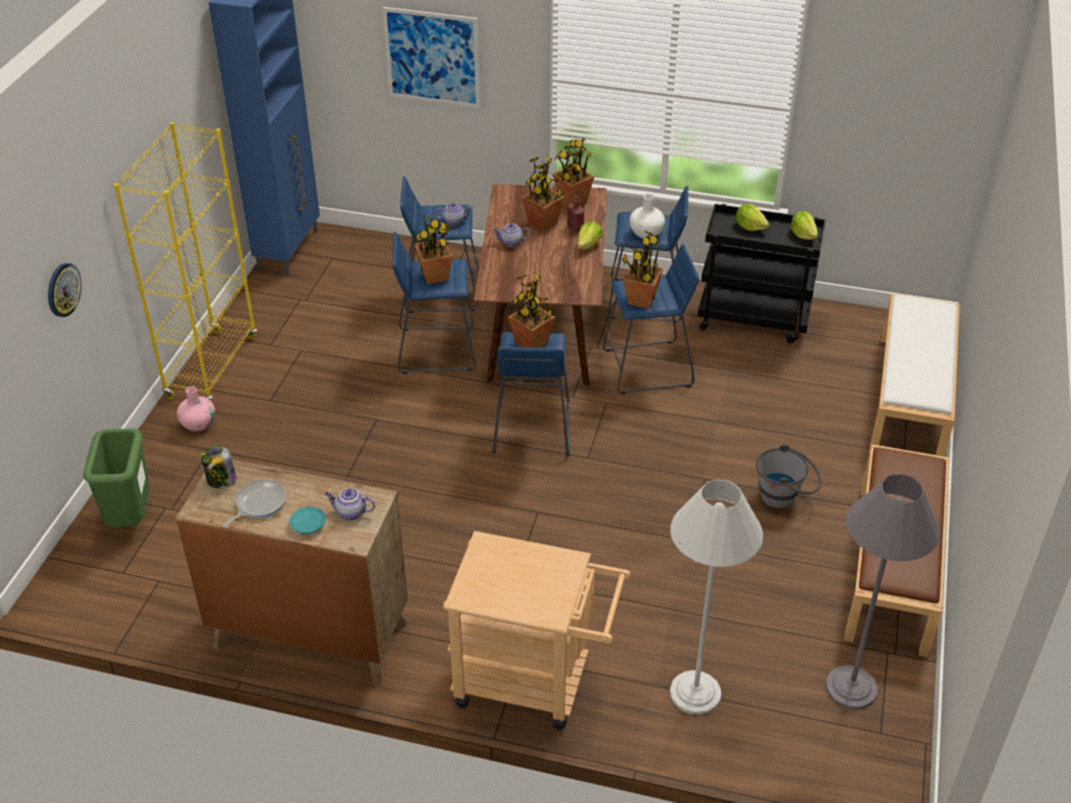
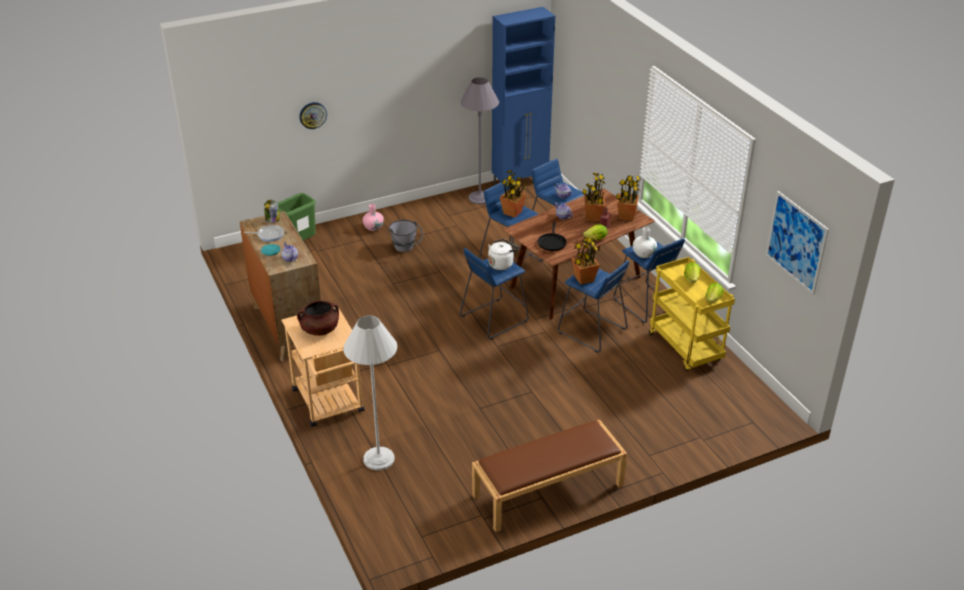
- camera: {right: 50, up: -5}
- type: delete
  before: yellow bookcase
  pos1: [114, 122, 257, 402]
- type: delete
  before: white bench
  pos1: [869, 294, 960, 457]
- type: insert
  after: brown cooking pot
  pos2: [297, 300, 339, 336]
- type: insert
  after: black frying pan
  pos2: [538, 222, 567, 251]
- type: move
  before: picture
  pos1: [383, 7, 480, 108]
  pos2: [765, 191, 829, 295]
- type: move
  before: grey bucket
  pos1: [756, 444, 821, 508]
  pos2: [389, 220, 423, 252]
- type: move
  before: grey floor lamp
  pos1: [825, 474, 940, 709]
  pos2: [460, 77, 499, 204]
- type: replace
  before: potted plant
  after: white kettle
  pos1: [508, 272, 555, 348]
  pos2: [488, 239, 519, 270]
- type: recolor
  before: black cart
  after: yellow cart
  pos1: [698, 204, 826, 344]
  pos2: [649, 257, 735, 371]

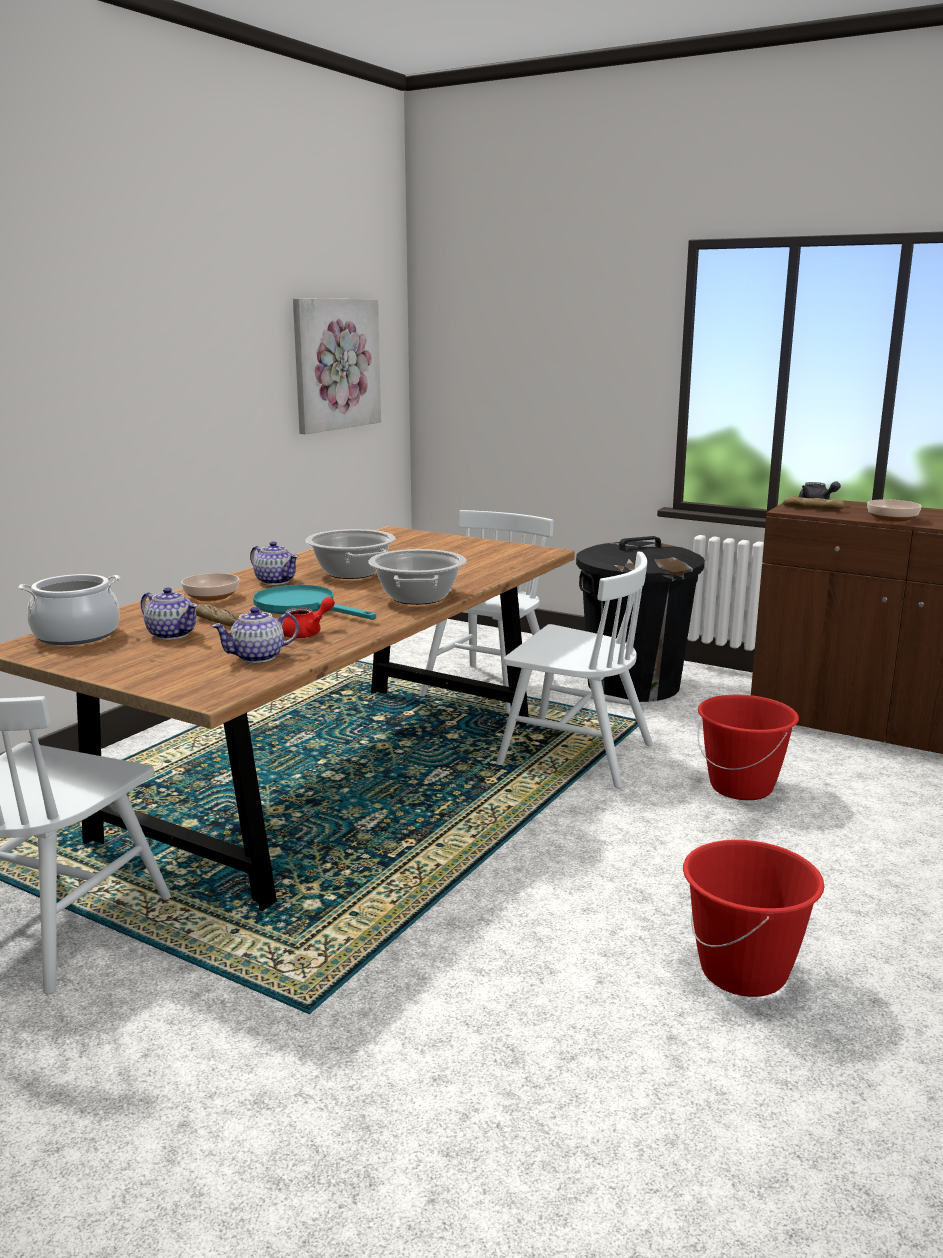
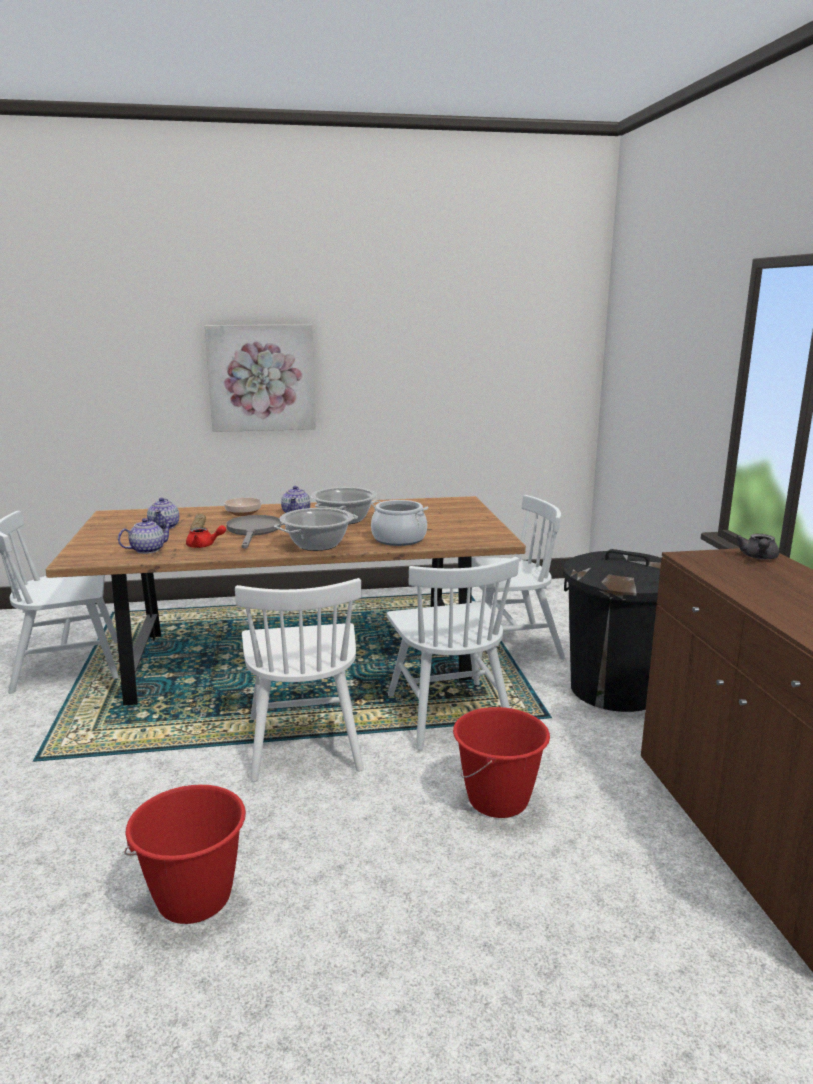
- camera: {right: 50, up: 0}
- type: delete
  before: bread
  pos1: [783, 496, 845, 509]
- type: delete
  before: bowl
  pos1: [867, 499, 922, 523]
- type: insert
  after: white chair
  pos2: [235, 578, 364, 782]
- type: move
  before: cooking pot
  pos1: [18, 574, 120, 645]
  pos2: [370, 500, 428, 546]
- type: move
  before: picture
  pos1: [293, 298, 381, 434]
  pos2: [205, 325, 316, 432]
- type: recolor
  before: turquoise frying pan
  after: grey frying pan
  pos1: [253, 585, 376, 620]
  pos2: [226, 515, 282, 549]
- type: rotate
  before: teapot
  pos1: [211, 607, 299, 663]
  pos2: [118, 518, 172, 554]
  turn: 120

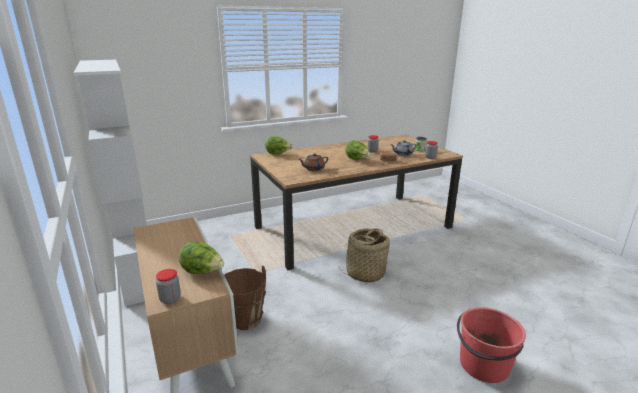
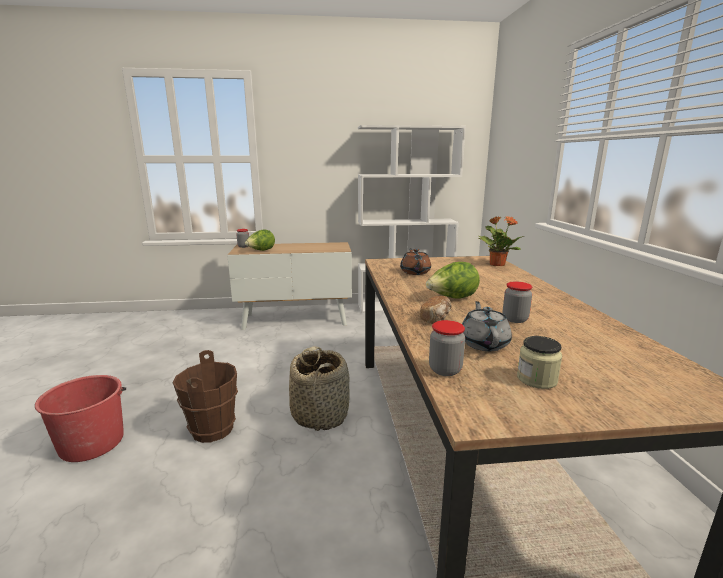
- camera: {right: 110, up: -5}
- type: move
  before: brown bucket
  pos1: [224, 266, 266, 330]
  pos2: [173, 350, 238, 443]
- type: replace
  before: lettuce
  after: potted plant
  pos1: [266, 136, 293, 155]
  pos2: [478, 216, 524, 266]

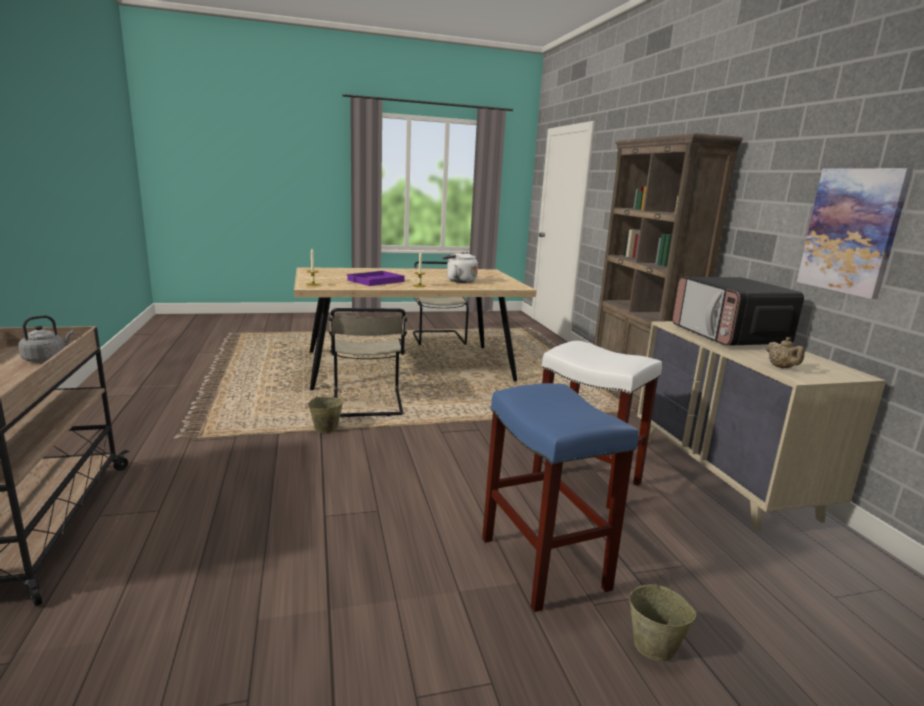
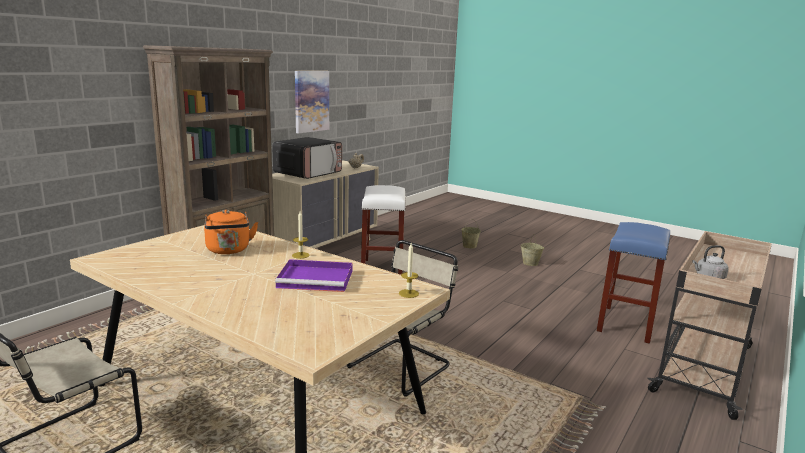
- camera: {right: -130, up: 0}
- type: move
  before: beige bucket
  pos1: [308, 384, 343, 433]
  pos2: [521, 234, 544, 266]
- type: move
  before: blue stool
  pos1: [482, 383, 638, 612]
  pos2: [597, 222, 670, 344]
- type: recolor
  before: white kettle
  after: orange kettle
  pos1: [442, 251, 478, 283]
  pos2: [204, 210, 258, 254]

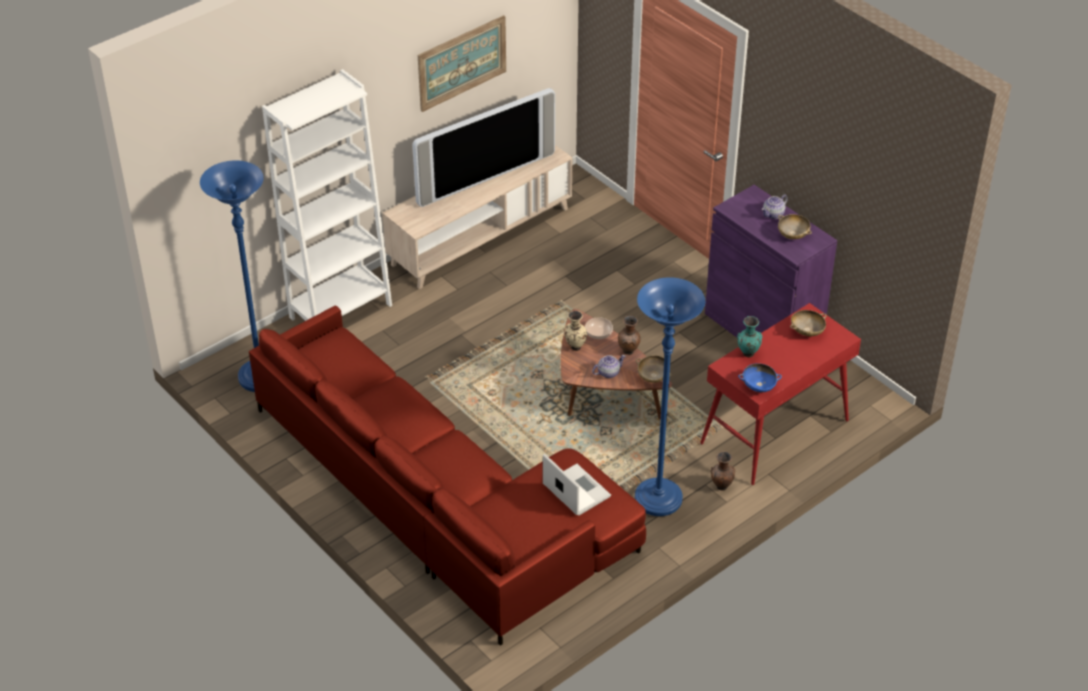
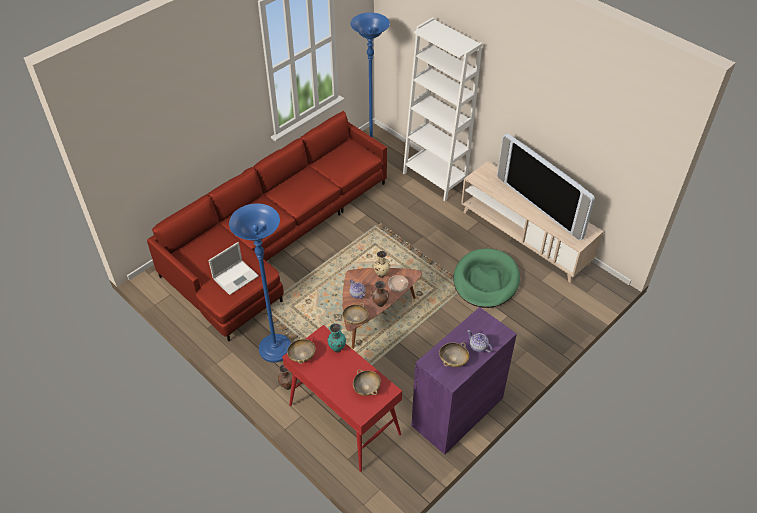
- camera: {right: 85, up: 5}
- type: delete
  before: picture
  pos1: [418, 15, 506, 112]
- type: insert
  after: green dog bed
  pos2: [454, 248, 520, 308]
- type: recolor
  before: blue bowl
  after: beige bowl
  pos1: [738, 363, 782, 392]
  pos2: [287, 336, 316, 364]

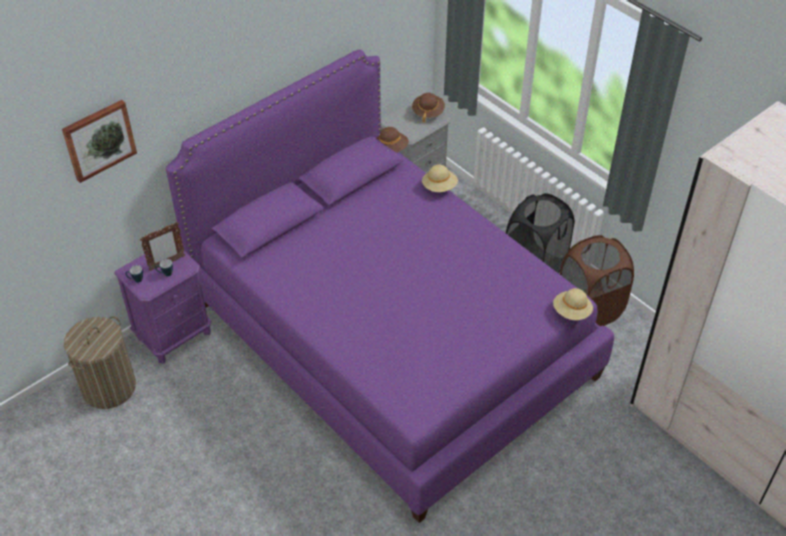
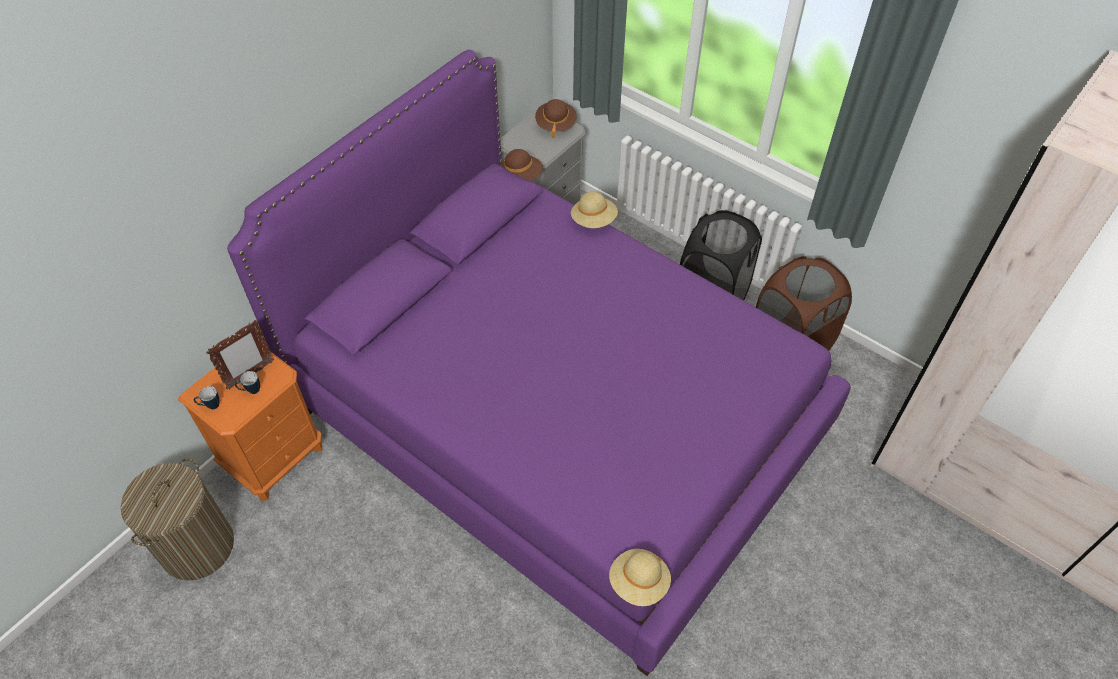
- camera: {right: -10, up: 5}
- type: delete
  before: picture
  pos1: [62, 100, 137, 183]
- type: move
  before: beige hat
  pos1: [553, 288, 593, 320]
  pos2: [609, 549, 671, 606]
- type: recolor
  before: purple nightstand
  after: orange nightstand
  pos1: [114, 245, 211, 363]
  pos2: [178, 348, 322, 501]

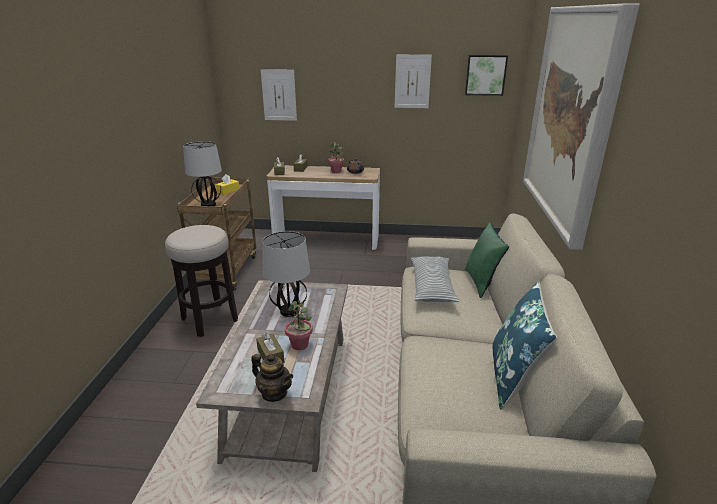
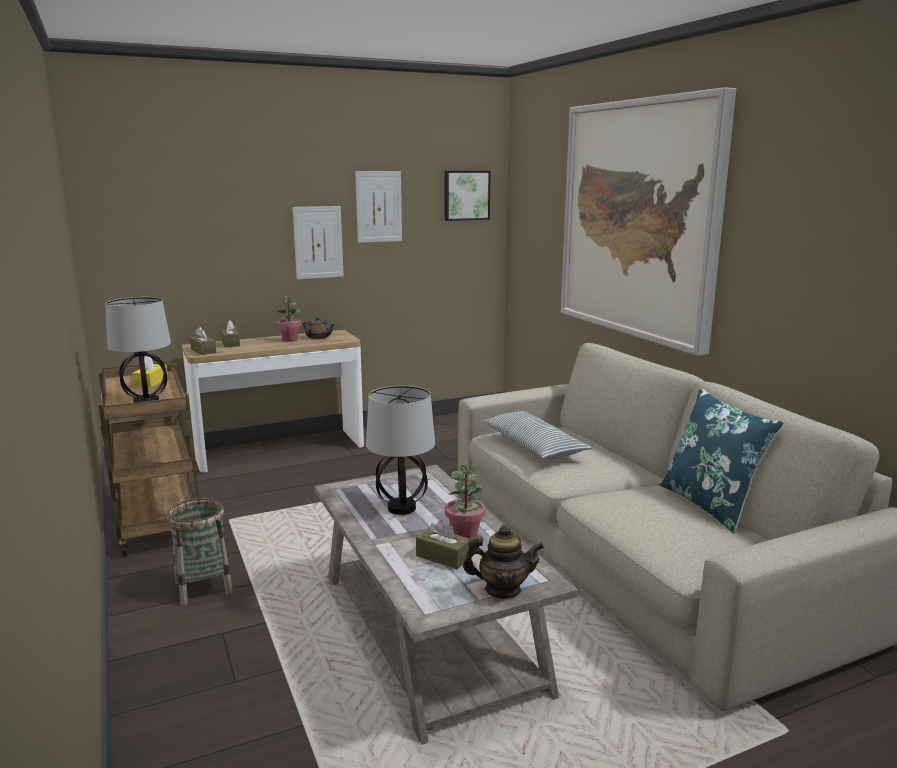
- camera: {right: -30, up: -10}
- type: delete
  before: green pillow
  pos1: [465, 223, 509, 298]
- type: move
  before: picture
  pos1: [261, 69, 297, 121]
  pos2: [292, 206, 344, 279]
- type: replace
  before: stool
  after: basket
  pos1: [165, 225, 238, 337]
  pos2: [167, 498, 233, 605]

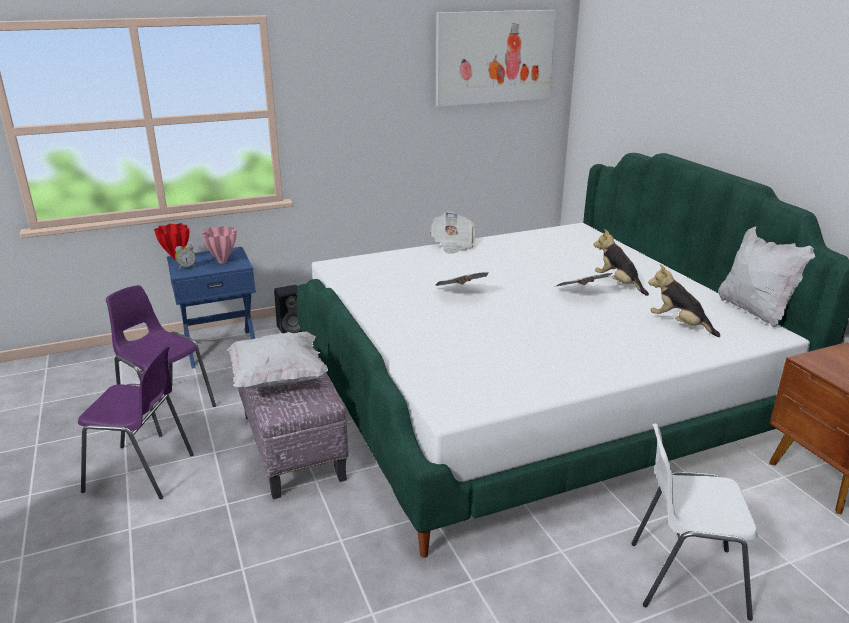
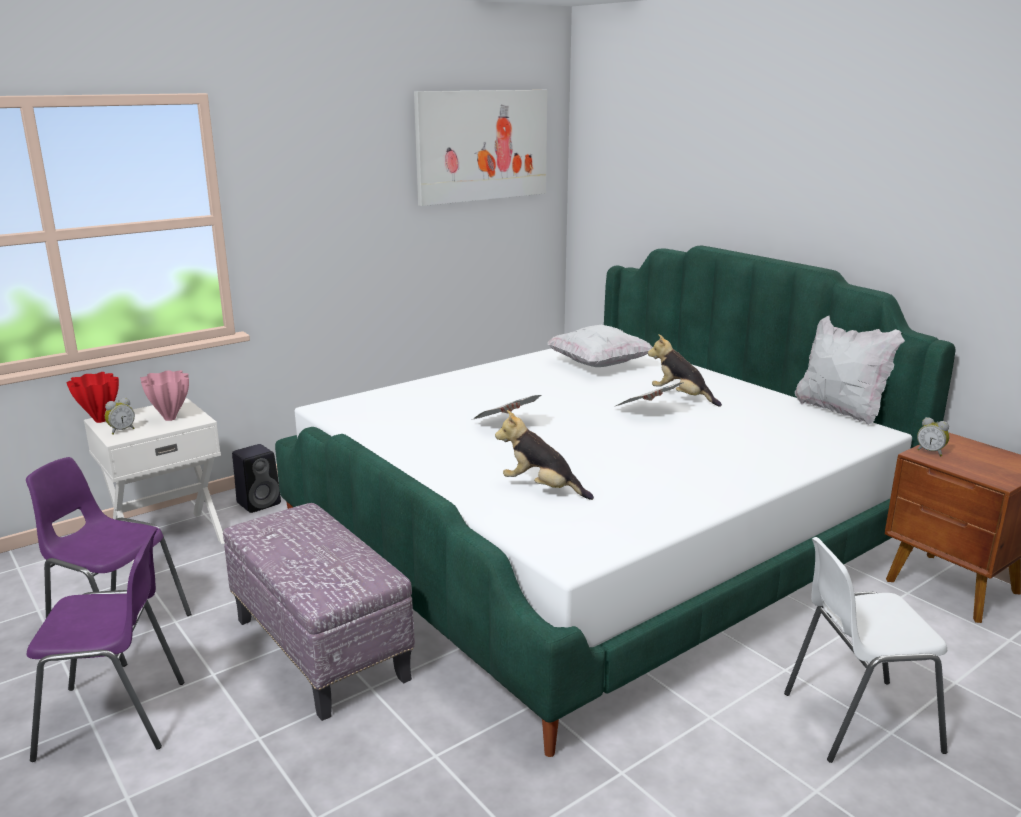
- camera: {right: -15, up: -5}
- type: delete
  before: newspaper
  pos1: [430, 212, 475, 254]
- type: insert
  after: alarm clock
  pos2: [917, 417, 950, 456]
- type: move
  before: white pillow
  pos1: [227, 332, 328, 389]
  pos2: [548, 325, 653, 367]
- type: move
  before: plush toy
  pos1: [648, 264, 720, 337]
  pos2: [495, 410, 594, 500]
- type: recolor
  before: blue nightstand
  after: white nightstand
  pos1: [167, 247, 256, 368]
  pos2: [84, 398, 225, 565]

